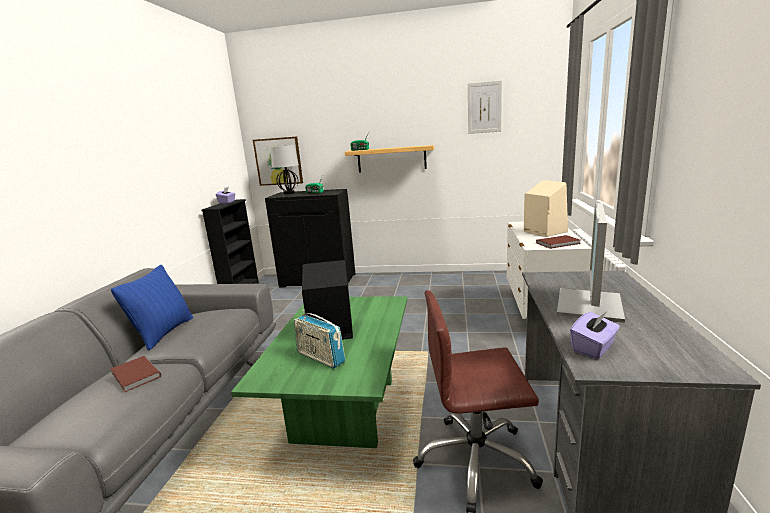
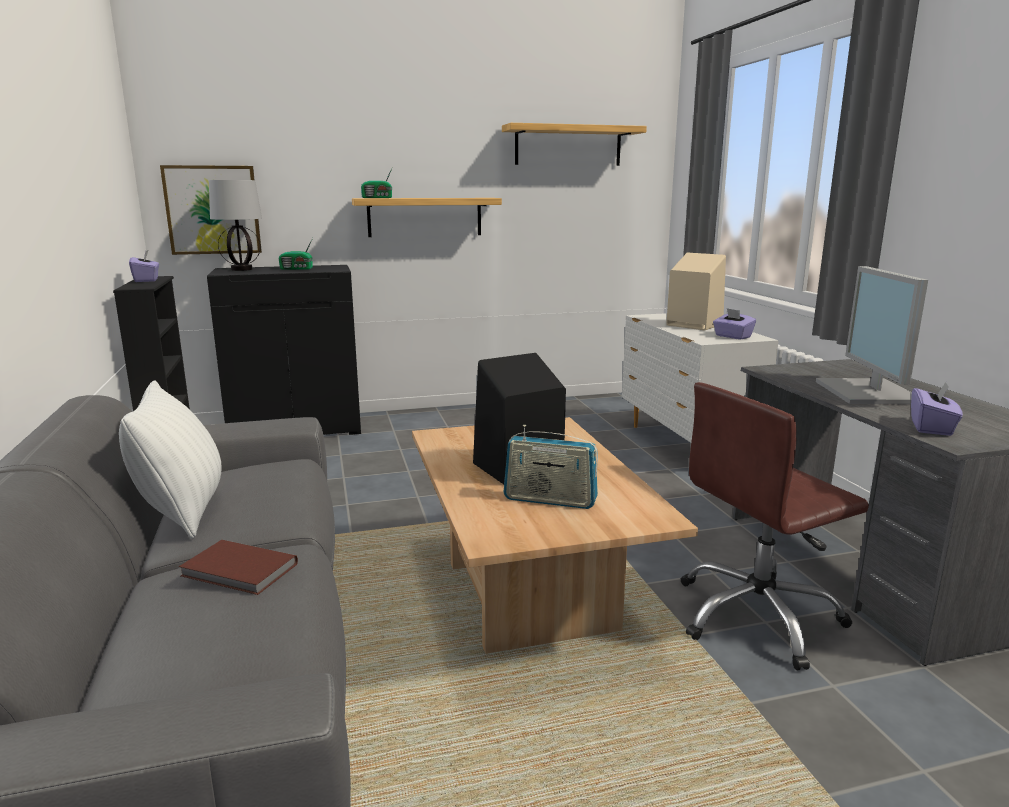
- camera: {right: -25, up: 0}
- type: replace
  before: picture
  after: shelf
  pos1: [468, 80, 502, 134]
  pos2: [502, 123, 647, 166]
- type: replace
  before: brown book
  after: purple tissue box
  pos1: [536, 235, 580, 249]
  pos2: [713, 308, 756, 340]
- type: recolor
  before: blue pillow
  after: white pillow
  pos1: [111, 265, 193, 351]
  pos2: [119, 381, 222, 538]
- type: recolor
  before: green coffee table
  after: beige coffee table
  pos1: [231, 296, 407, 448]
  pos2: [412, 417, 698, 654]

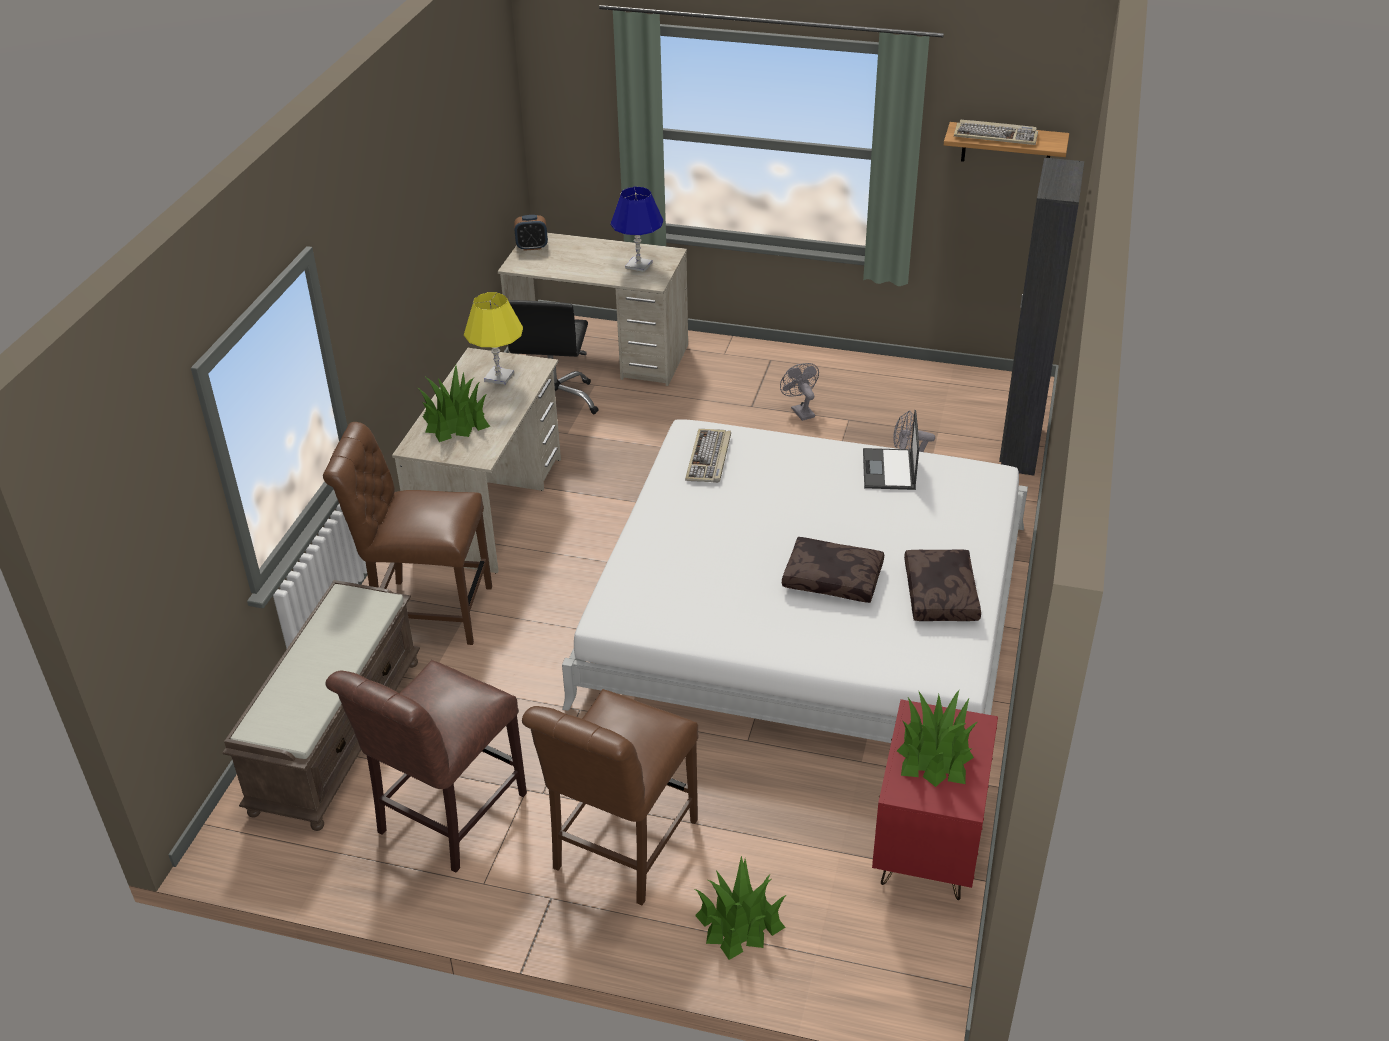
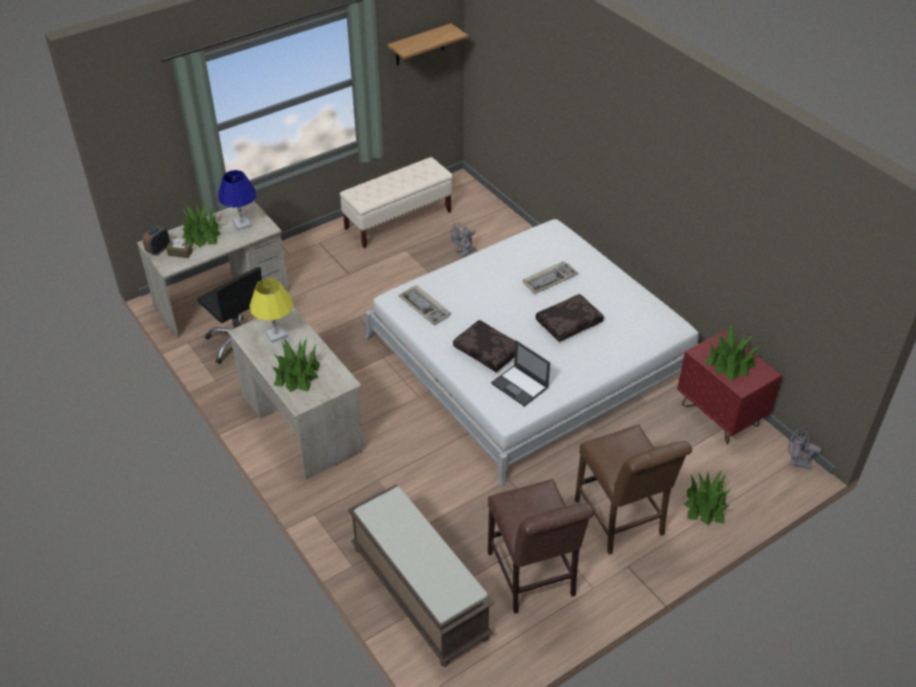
- camera: {right: -50, up: 5}
- type: delete
  before: brown chair
  pos1: [323, 422, 492, 645]
- type: delete
  before: black wardrobe
  pos1: [999, 158, 1084, 475]
- type: insert
  after: brown tissue box
  pos2: [166, 238, 193, 258]
- type: insert
  after: potted plant
  pos2: [179, 200, 221, 247]
- type: insert
  after: beige bench
  pos2: [340, 157, 453, 248]
- type: move
  before: grey fan
  pos1: [780, 363, 819, 421]
  pos2: [788, 426, 822, 469]
- type: move
  before: laptop
  pos1: [863, 410, 919, 490]
  pos2: [491, 340, 550, 407]
- type: move
  before: brown pillow
  pos1: [904, 550, 981, 621]
  pos2: [453, 320, 515, 372]
- type: move
  before: keyboard
  pos1: [954, 120, 1038, 145]
  pos2: [523, 261, 578, 294]

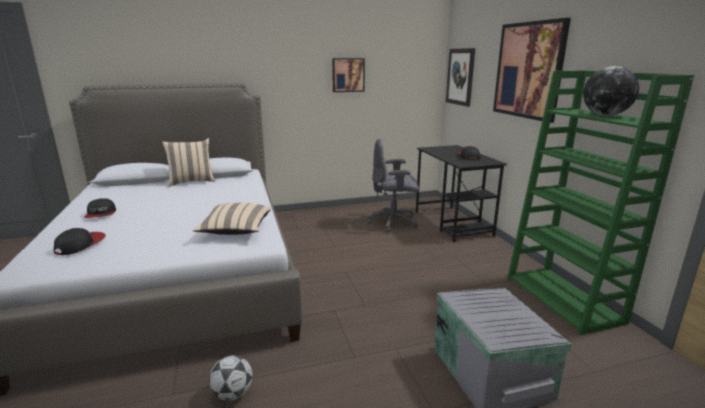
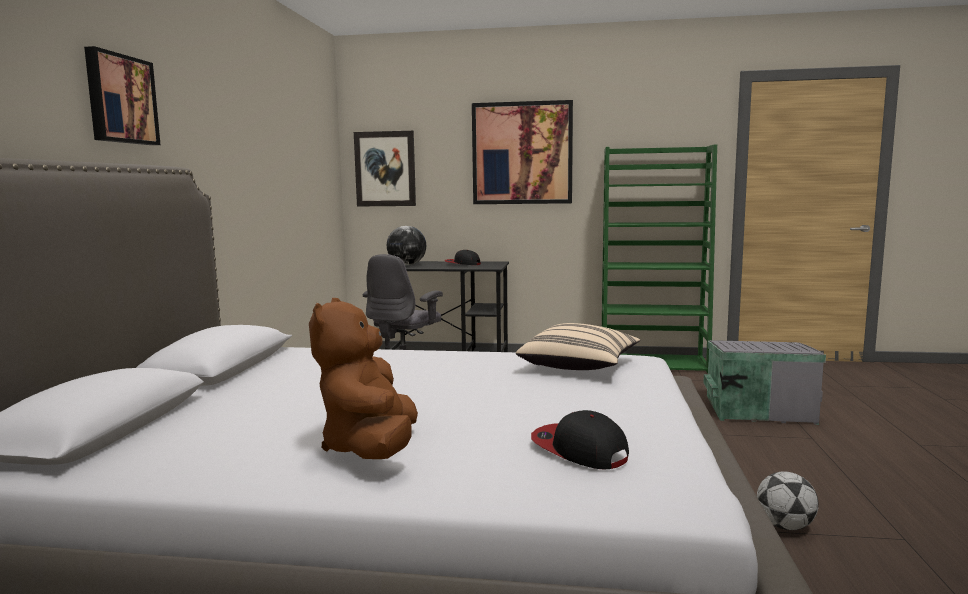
- camera: {right: -65, up: -10}
- type: delete
  before: beige pillow
  pos1: [162, 138, 216, 187]
- type: move
  before: picture
  pos1: [332, 58, 365, 92]
  pos2: [84, 46, 160, 145]
- type: move
  before: globe
  pos1: [583, 66, 639, 116]
  pos2: [387, 226, 426, 266]
- type: replace
  before: cap
  after: brown plush toy
  pos1: [84, 198, 116, 218]
  pos2: [309, 298, 418, 459]

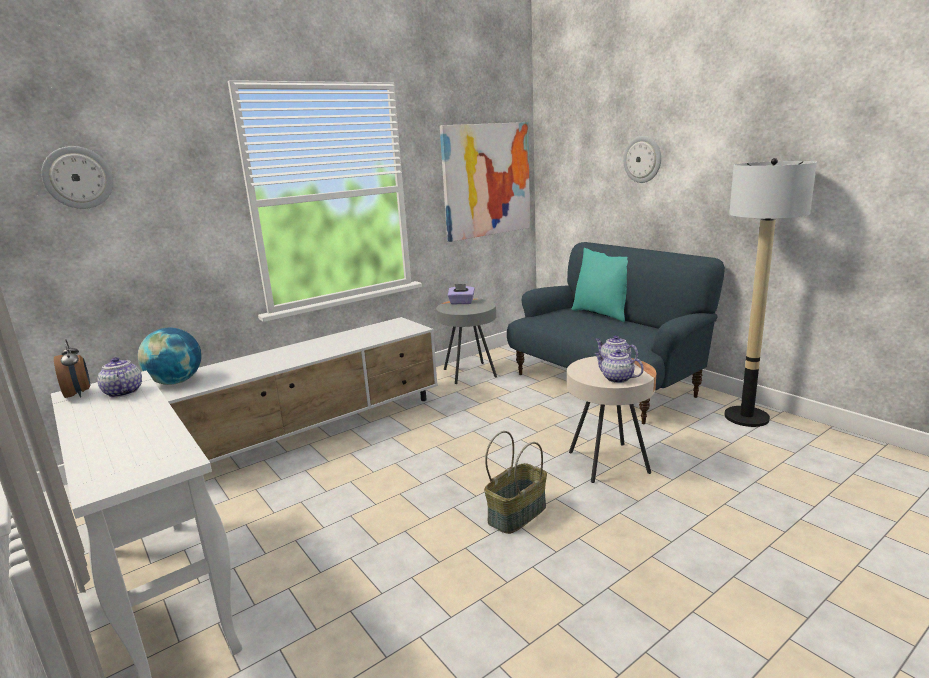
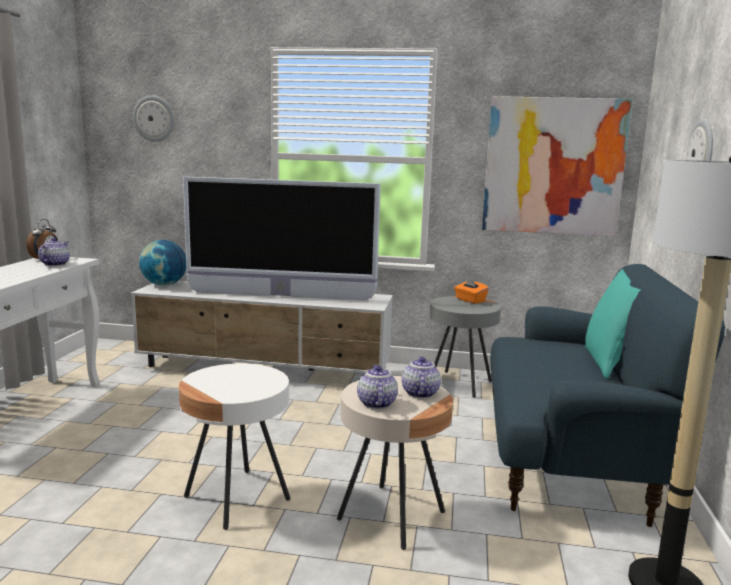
- camera: {right: 45, up: -5}
- type: insert
  after: television
  pos2: [183, 177, 381, 300]
- type: replace
  before: basket
  after: white side table
  pos1: [484, 431, 547, 534]
  pos2: [179, 363, 291, 530]
- type: recolor
  before: purple tissue box
  after: orange tissue box
  pos1: [447, 284, 475, 305]
  pos2: [454, 277, 489, 304]

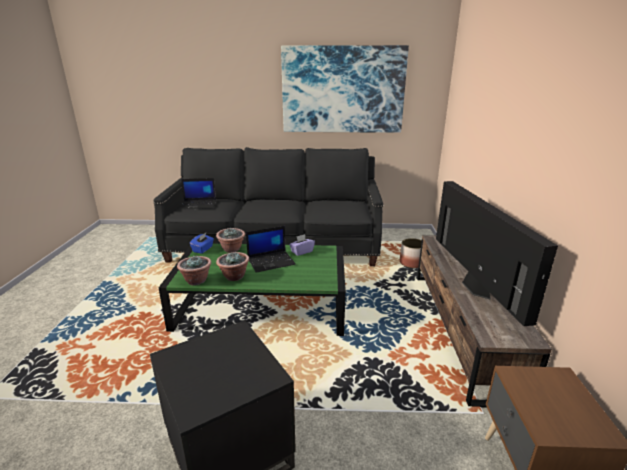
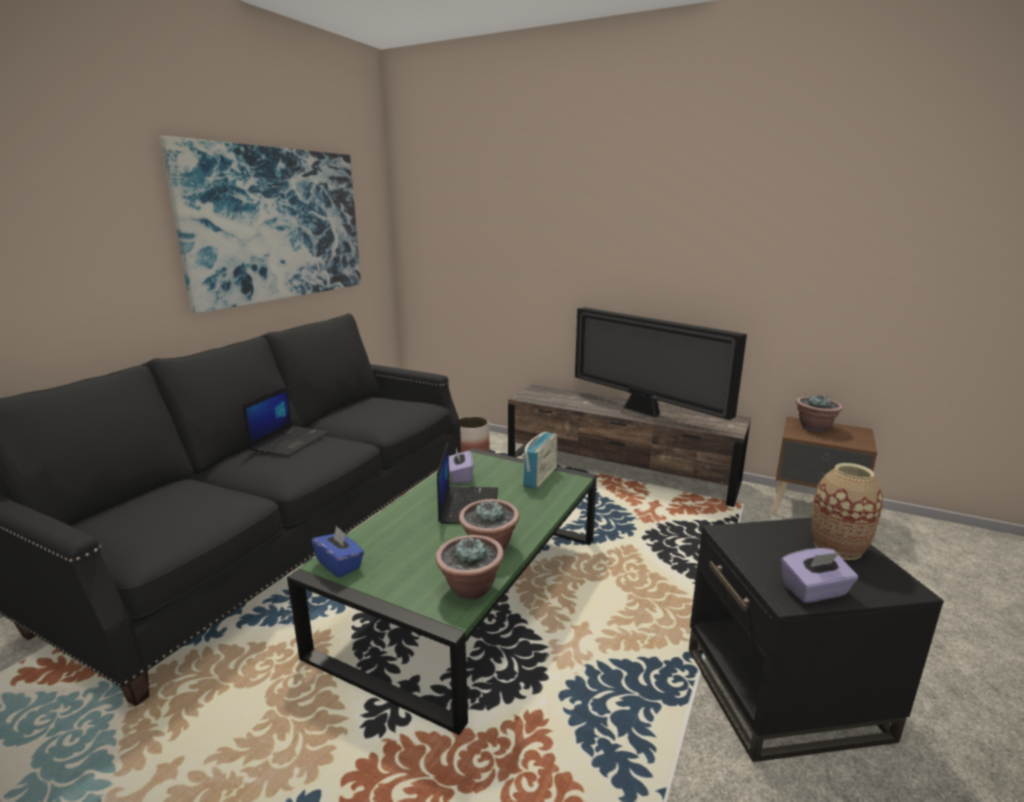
- camera: {right: -65, up: -5}
- type: insert
  after: radio
  pos2: [523, 432, 557, 489]
- type: insert
  after: purple tissue box
  pos2: [781, 548, 858, 603]
- type: insert
  after: vase
  pos2: [812, 463, 883, 560]
- type: move
  before: laptop
  pos1: [180, 178, 216, 210]
  pos2: [242, 386, 329, 456]
- type: move
  before: potted plant
  pos1: [216, 228, 245, 253]
  pos2: [795, 394, 843, 432]
- type: rotate
  before: television
  pos1: [436, 181, 558, 326]
  pos2: [575, 307, 747, 420]
  turn: -150

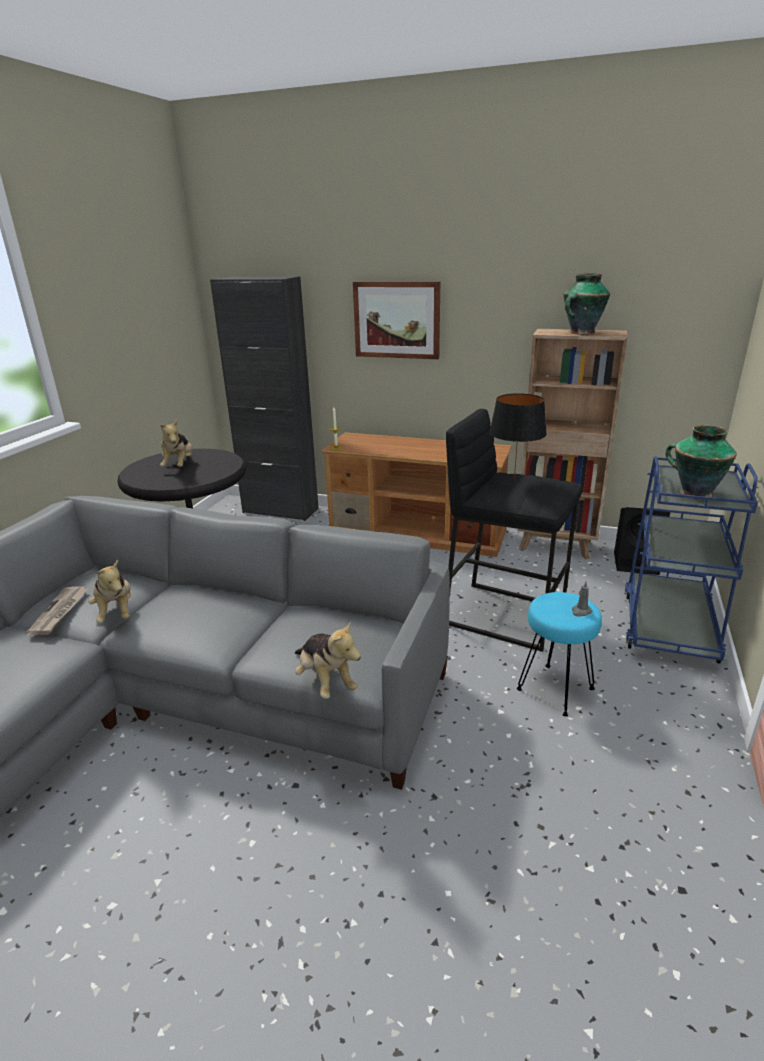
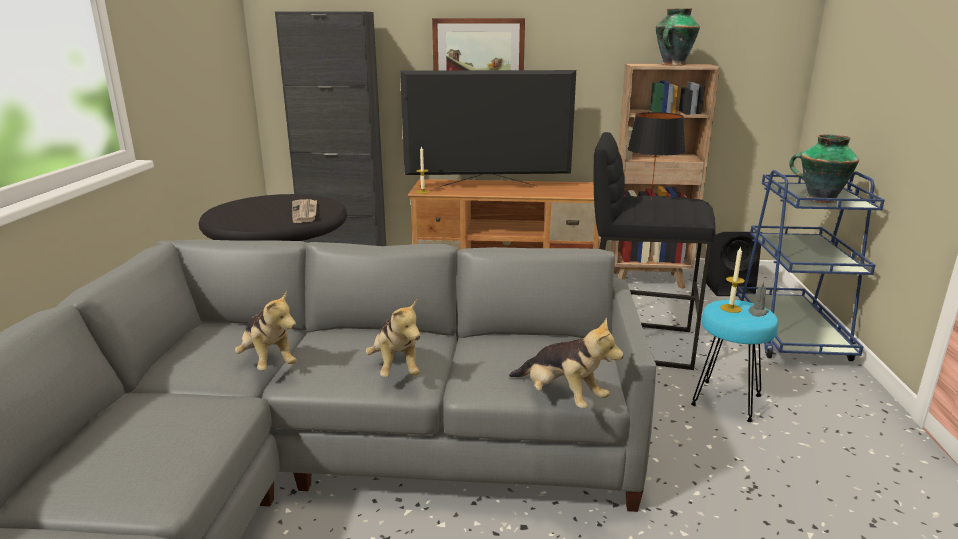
- camera: {right: -15, up: -5}
- type: insert
  after: television
  pos2: [400, 70, 576, 188]
- type: insert
  after: candle
  pos2: [720, 246, 745, 313]
- type: move
  before: newspaper
  pos1: [26, 587, 88, 635]
  pos2: [292, 199, 317, 223]
- type: move
  before: plush toy
  pos1: [160, 420, 193, 467]
  pos2: [366, 299, 421, 377]

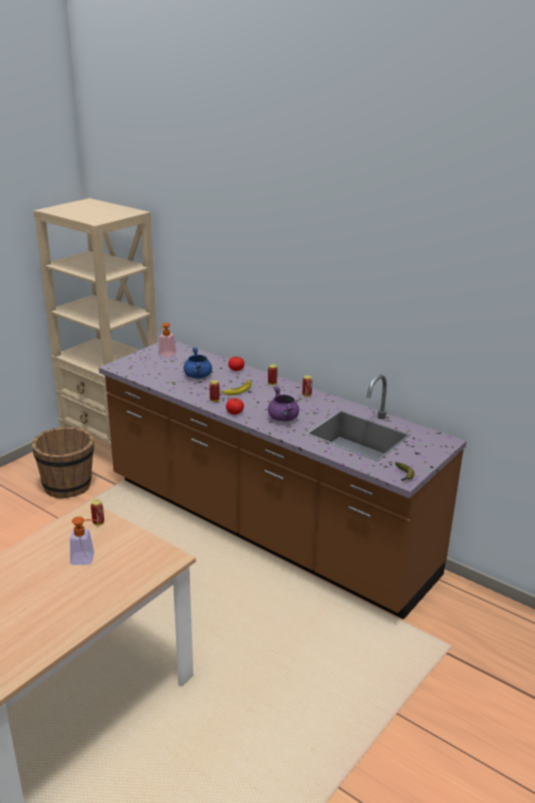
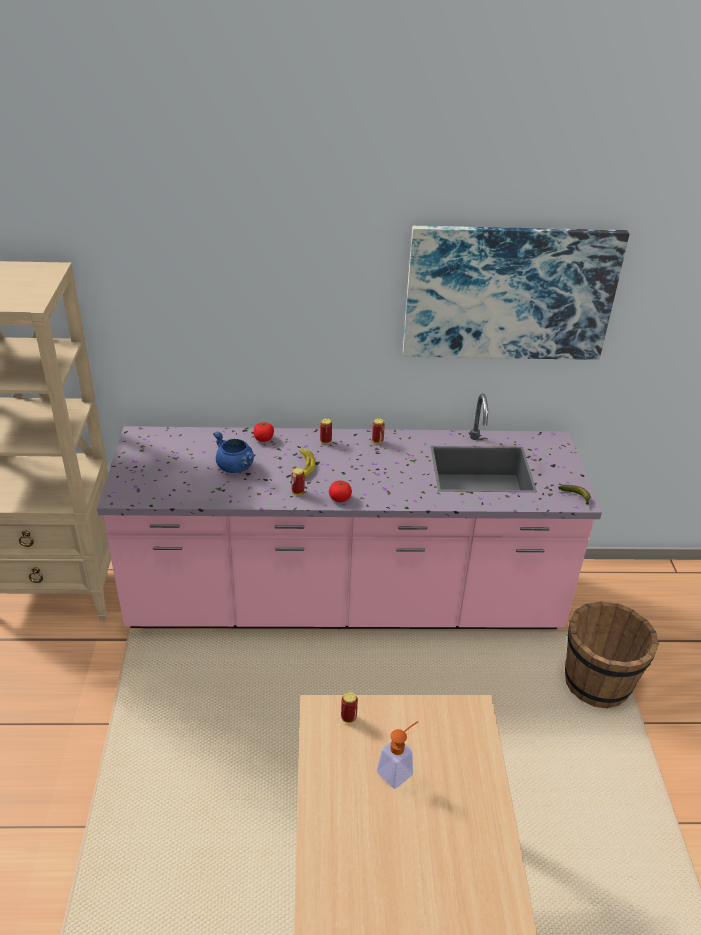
- camera: {right: -40, up: 10}
- type: delete
  before: soap dispenser
  pos1: [158, 323, 176, 358]
- type: delete
  before: purple cooking pot
  pos1: [268, 386, 299, 421]
- type: insert
  after: picture
  pos2: [403, 226, 629, 360]
- type: move
  before: brown bucket
  pos1: [32, 427, 94, 498]
  pos2: [565, 601, 659, 708]
- type: recolor
  before: brown counter
  after: pink counter
  pos1: [99, 341, 467, 620]
  pos2: [97, 393, 602, 629]

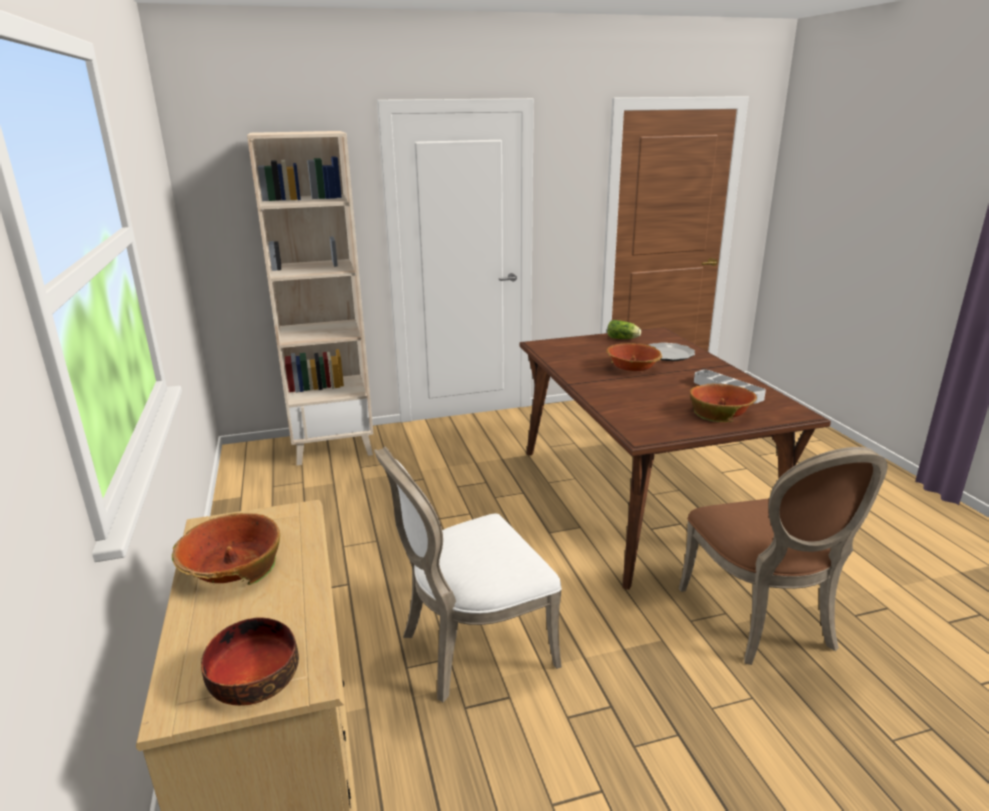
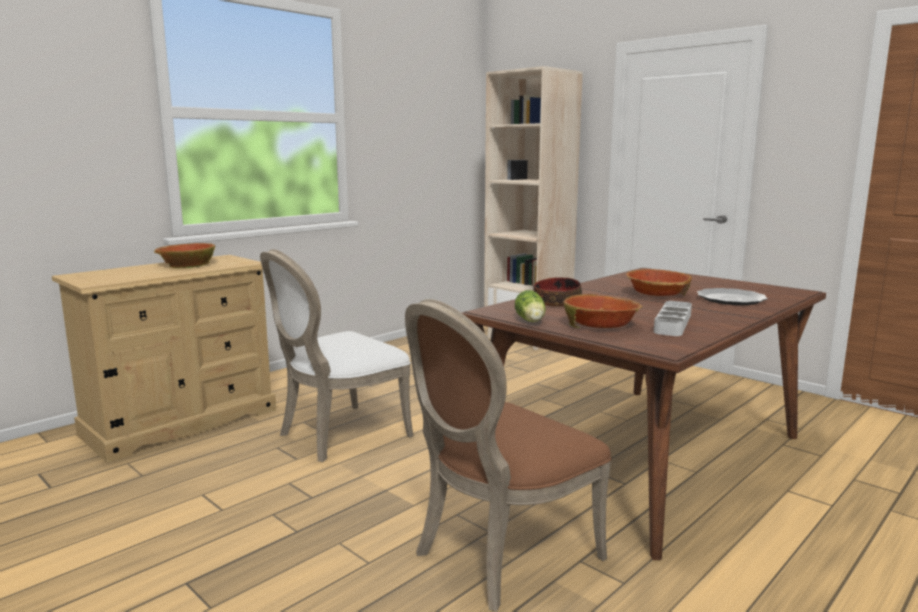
- camera: {right: 60, up: -10}
- type: move
  before: bowl
  pos1: [201, 617, 299, 706]
  pos2: [534, 277, 582, 307]
- type: move
  before: lettuce
  pos1: [607, 320, 641, 339]
  pos2: [515, 290, 546, 322]
- type: rotate
  before: white chair
  pos1: [374, 447, 562, 702]
  pos2: [260, 249, 413, 462]
  turn: -75

